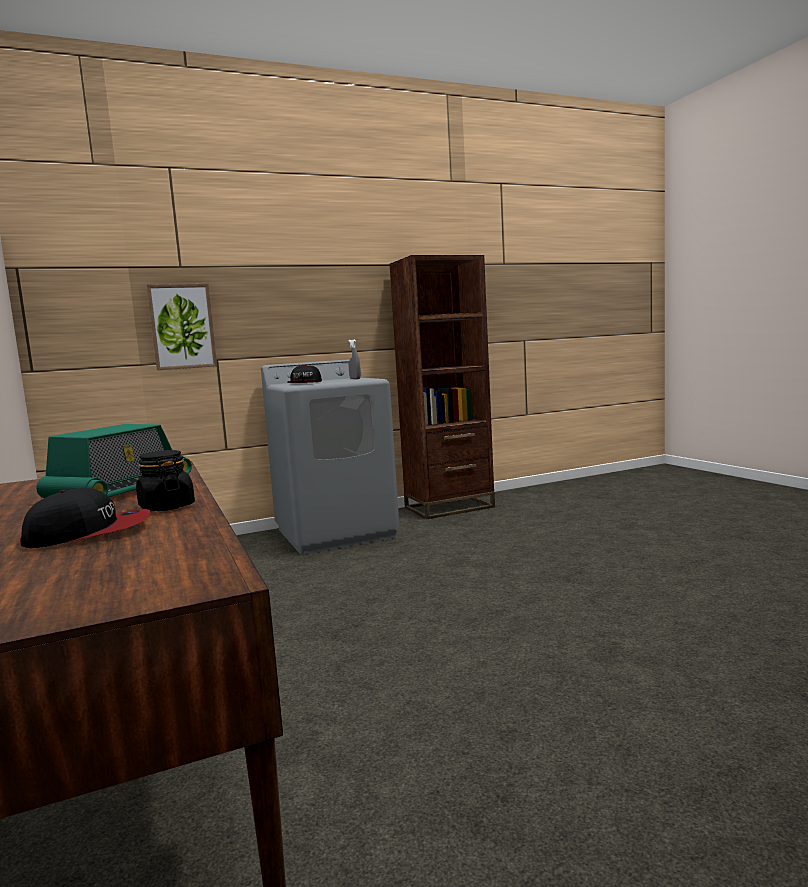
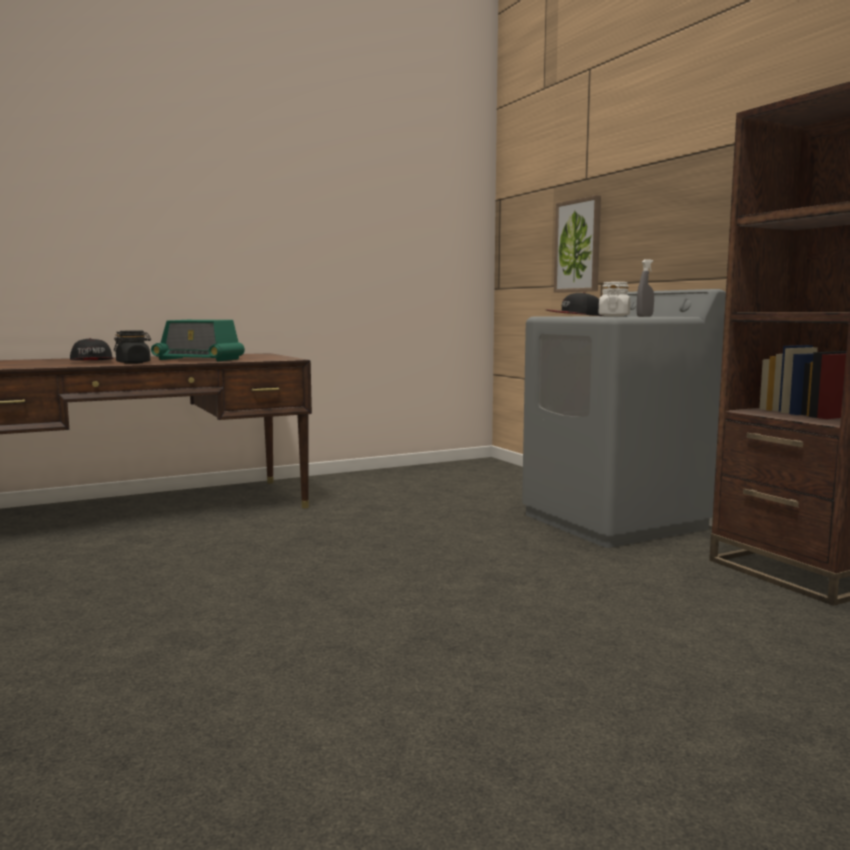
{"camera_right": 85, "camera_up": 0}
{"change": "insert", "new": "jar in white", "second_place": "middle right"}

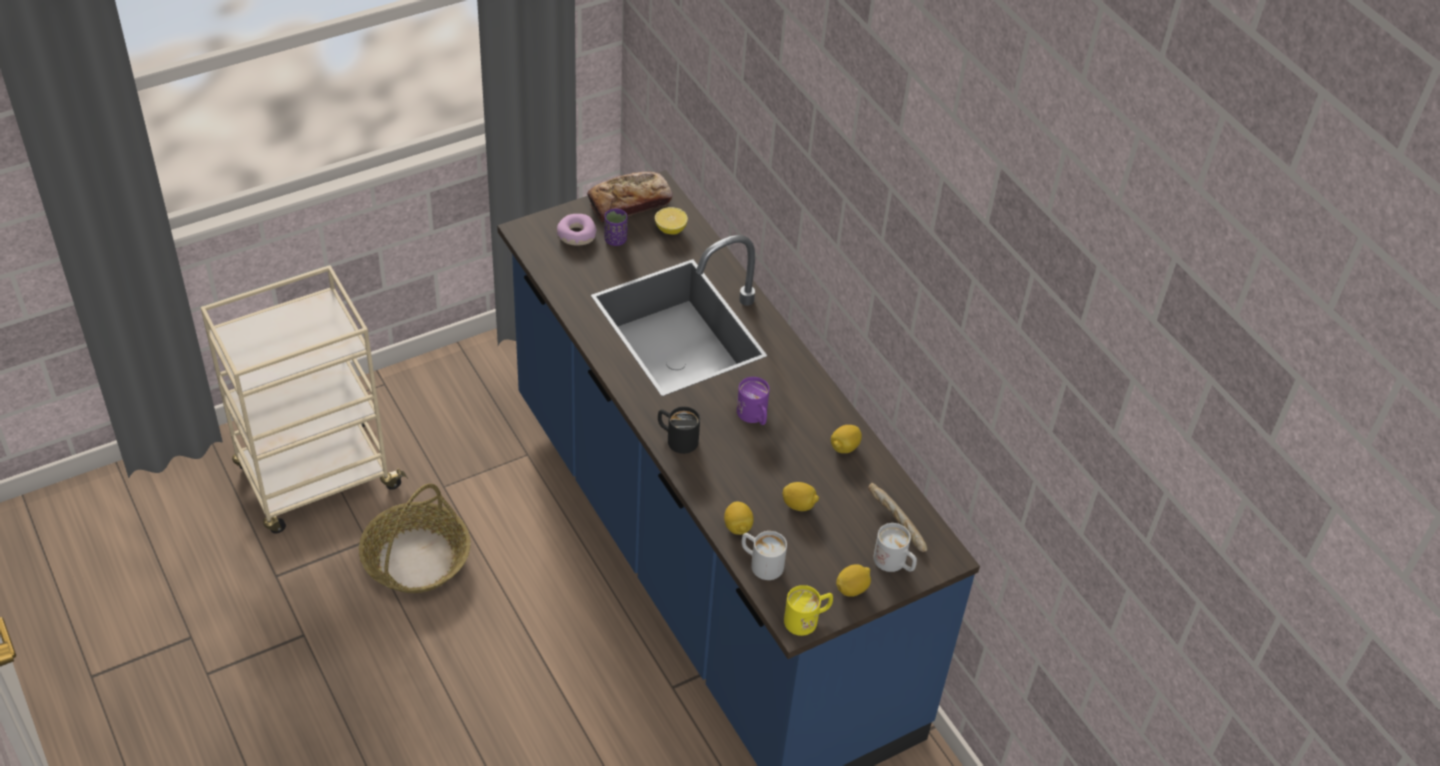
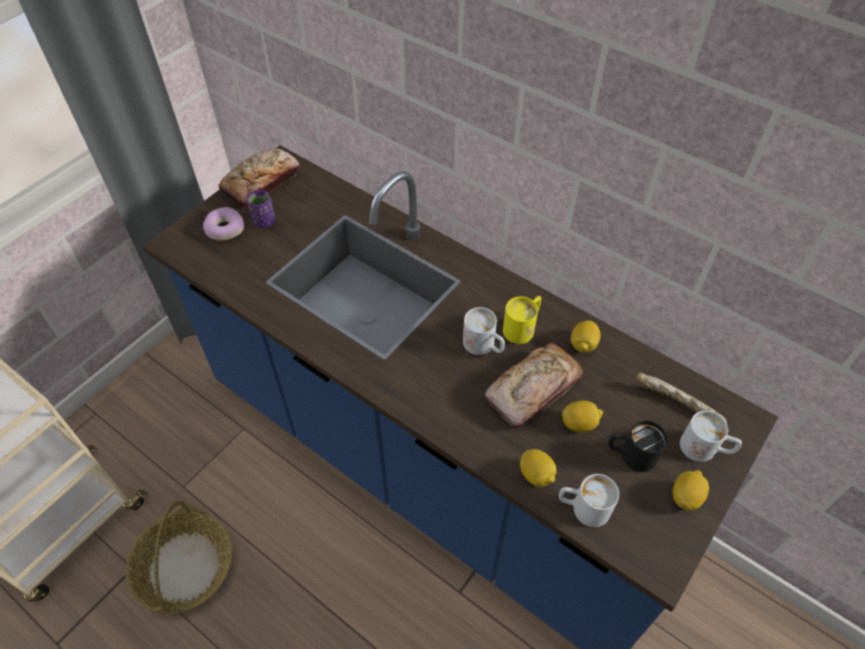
{"camera_right": -20, "camera_up": 5}
{"change": "delete", "old": "lemon (1st from left)", "first_place": "top centre"}
{"change": "recolor", "old": "mug in purple", "new": "mug in white (1st from left)", "first_place": "centre", "second_place": "centre"}
{"change": "move", "old": "mug in black", "first_place": "centre", "second_place": "bottom right"}
{"change": "move", "old": "mug in yellow", "first_place": "bottom centre", "second_place": "centre"}
{"change": "insert", "new": "bread (2nd from left)", "second_place": "centre"}

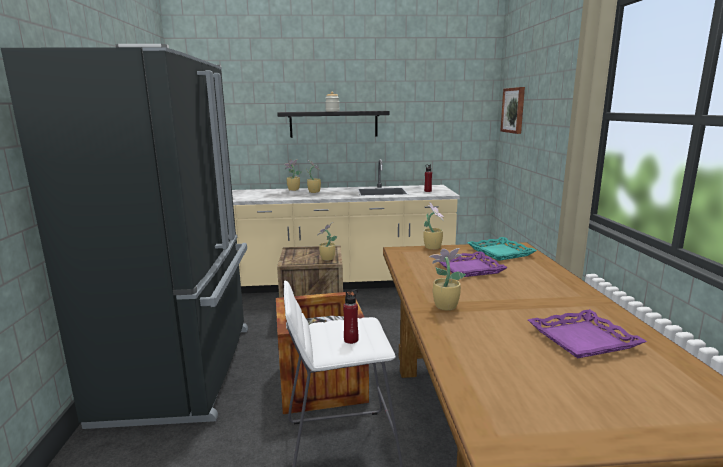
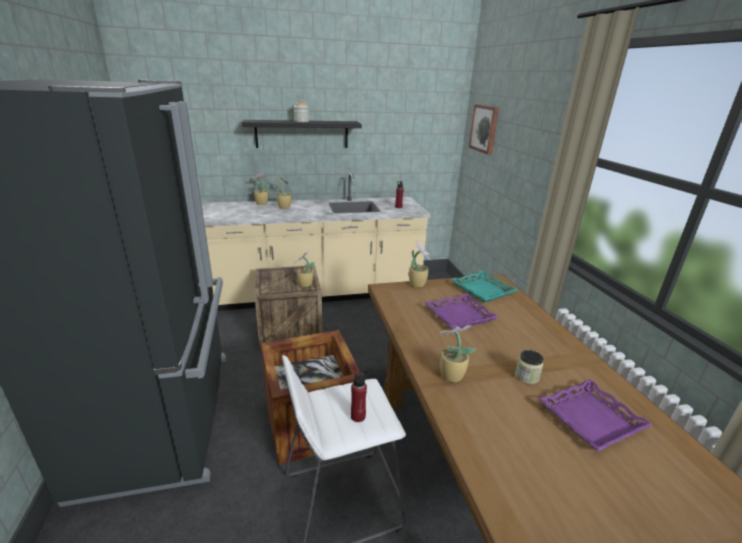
{"camera_right": -10, "camera_up": 10}
{"change": "insert", "new": "jar (2nd from left)", "second_place": "bottom right"}

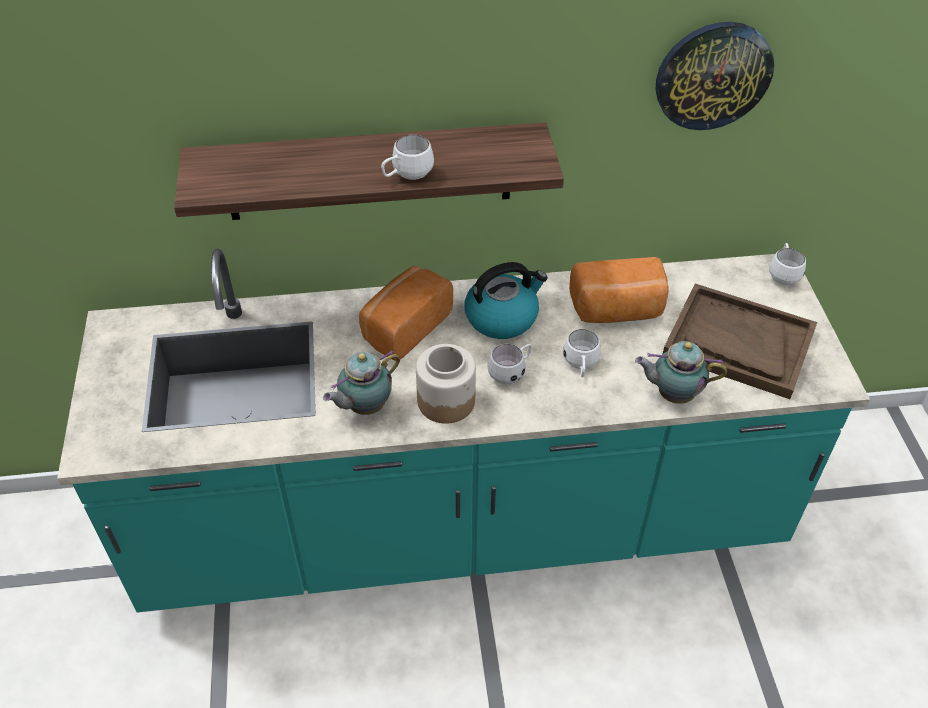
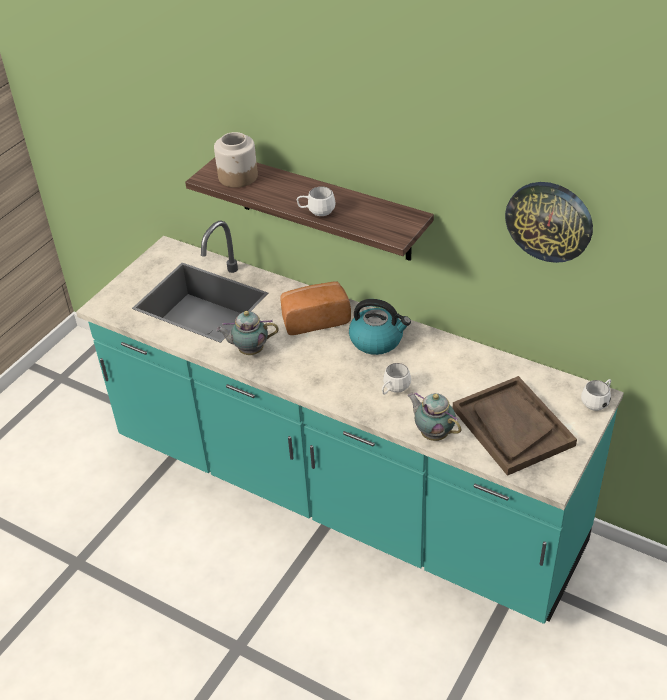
{"camera_right": 40, "camera_up": -5}
{"change": "delete", "old": "bread (2nd from left)", "first_place": "middle right"}
{"change": "move", "old": "jar", "first_place": "centre", "second_place": "top centre"}
{"change": "delete", "old": "mug in white (2nd from left)", "first_place": "centre"}

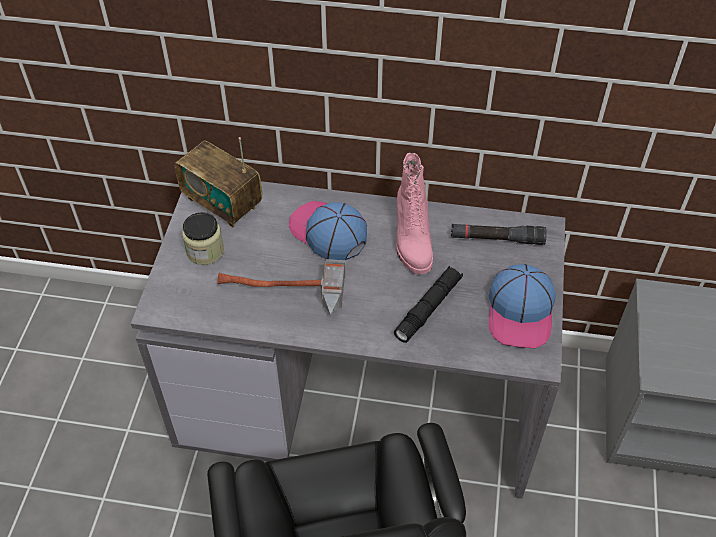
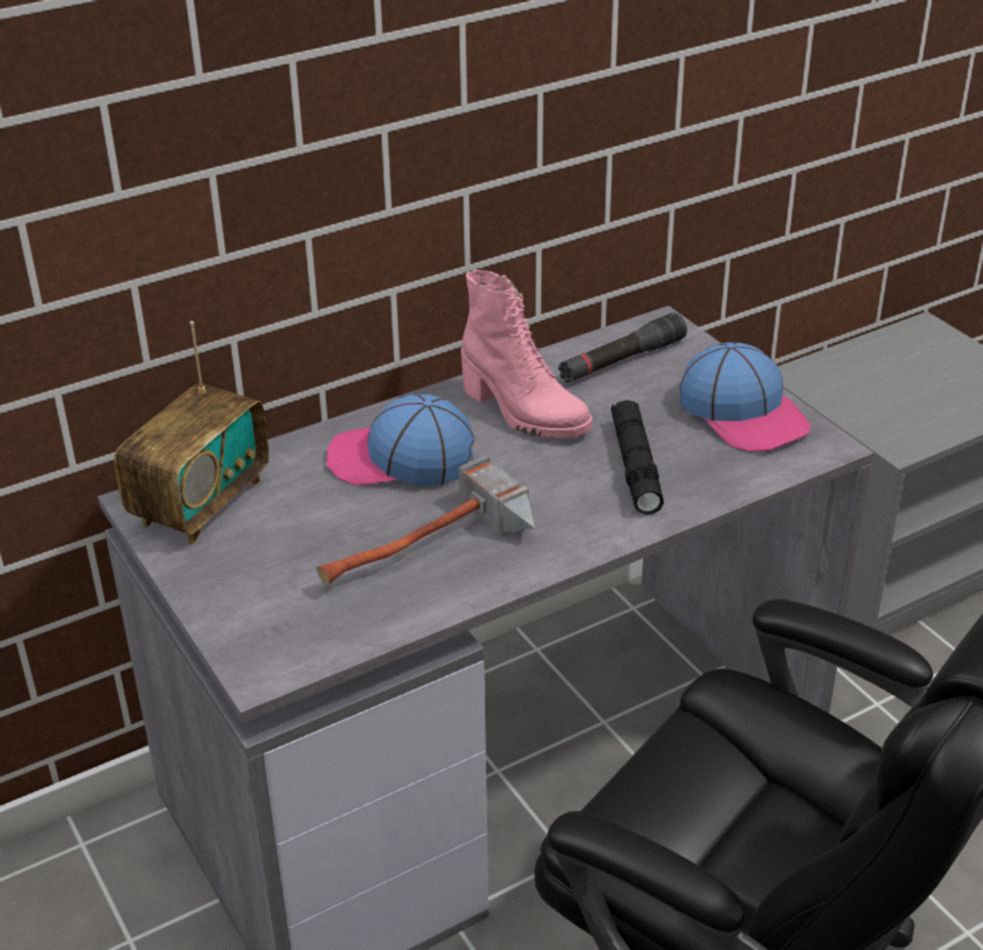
{"camera_right": -40, "camera_up": -15}
{"change": "rotate", "old": "radio", "first_place": "middle left", "second_place": "middle left", "degrees": -60}
{"change": "delete", "old": "jar", "first_place": "middle left"}

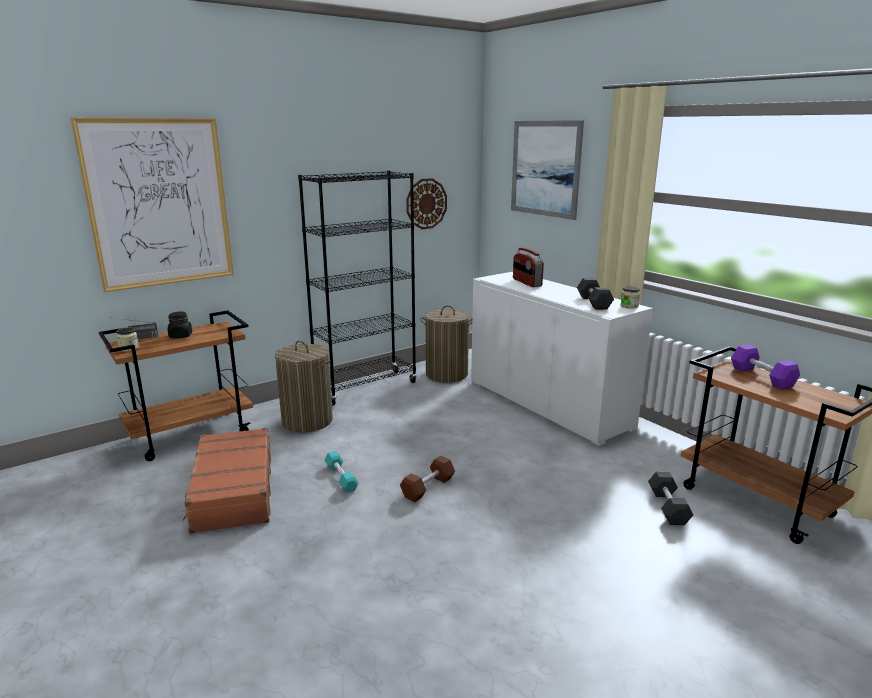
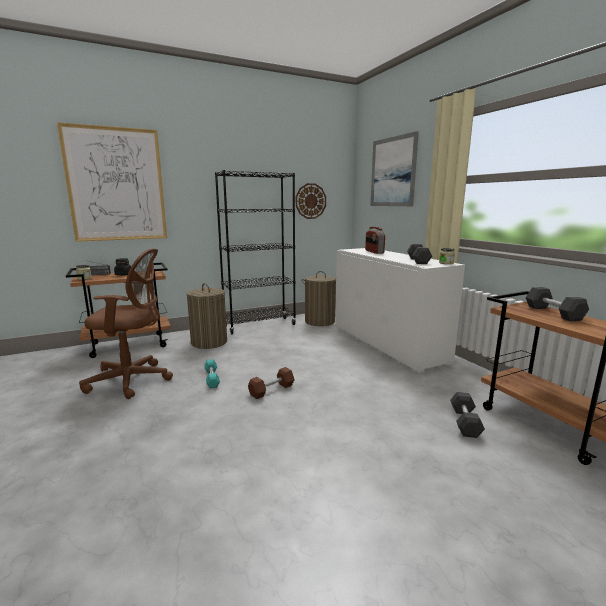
{"camera_right": 10, "camera_up": -5}
{"change": "recolor", "old": "dumbbell in purple", "new": "dumbbell in grey (3rd from left)", "first_place": "middle right", "second_place": "middle right"}
{"change": "replace", "old": "suitcase in brown", "new": "office chair in brown", "first_place": "bottom left", "second_place": "middle left"}

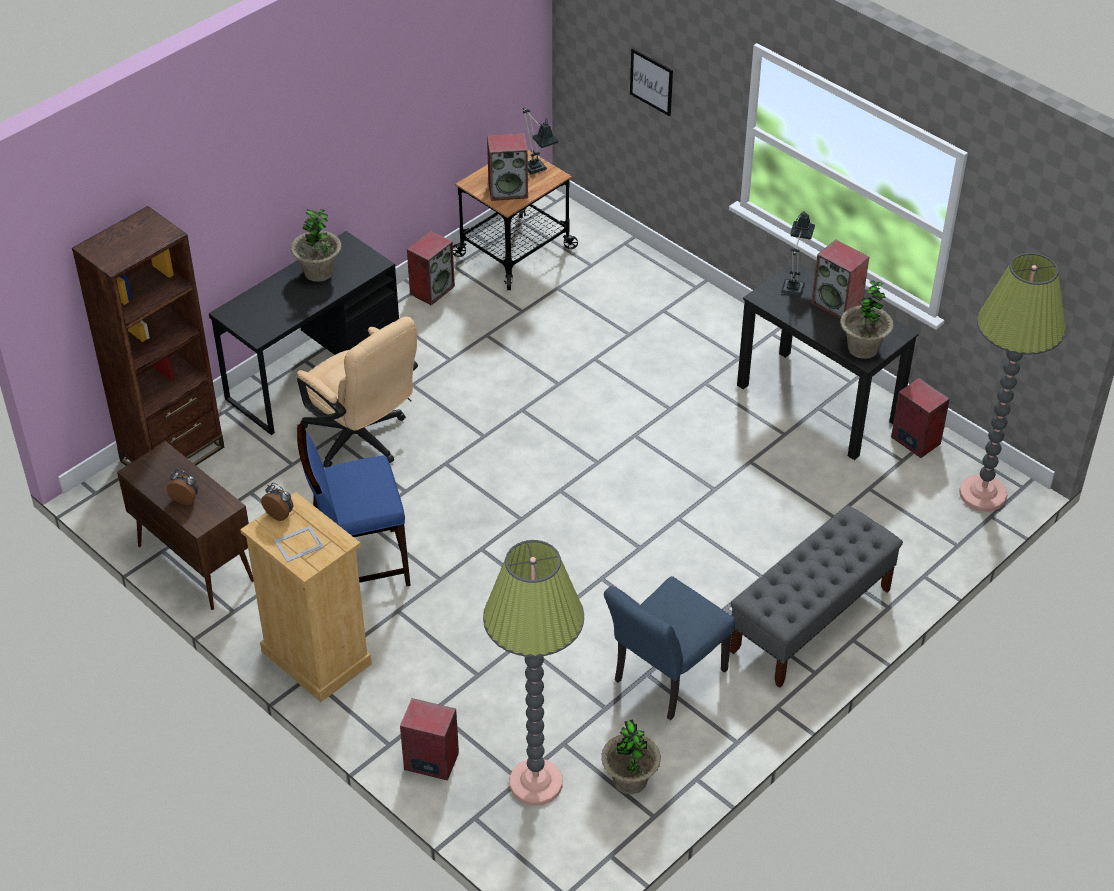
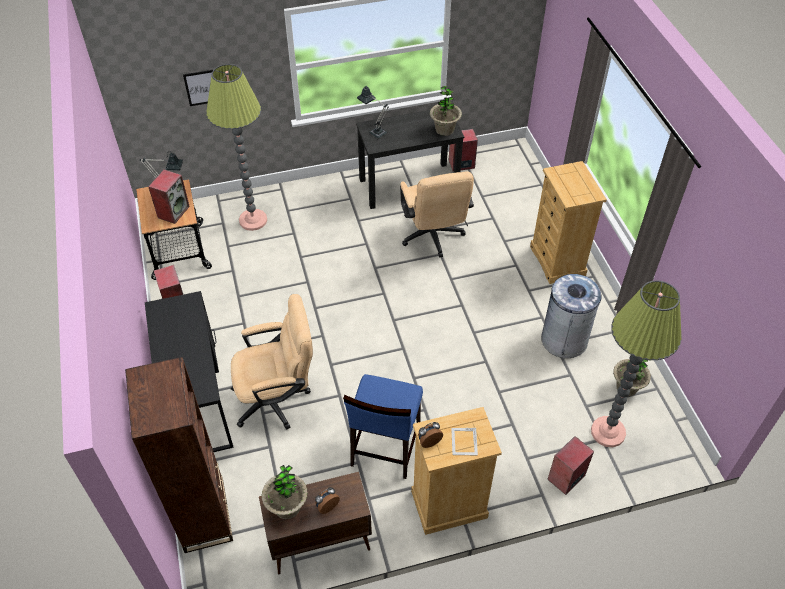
{"camera_right": -60, "camera_up": 5}
{"change": "move", "old": "potted plant (1st from left)", "first_place": "top left", "second_place": "bottom centre"}
{"change": "delete", "old": "speaker (4th from left)", "first_place": "top right"}
{"change": "move", "old": "floor lamp (2nd from left in the first image)", "new": "floor lamp (1st from left)", "first_place": "middle right", "second_place": "top left"}
{"change": "replace", "old": "bench in grey", "new": "dresser in beige (2nd from left)", "first_place": "bottom right", "second_place": "middle right"}
{"change": "replace", "old": "chair in blue (2nd from left)", "new": "trash can in grey", "first_place": "bottom centre", "second_place": "middle right"}
{"change": "insert", "new": "office chair in beige (2nd from left)", "second_place": "centre"}

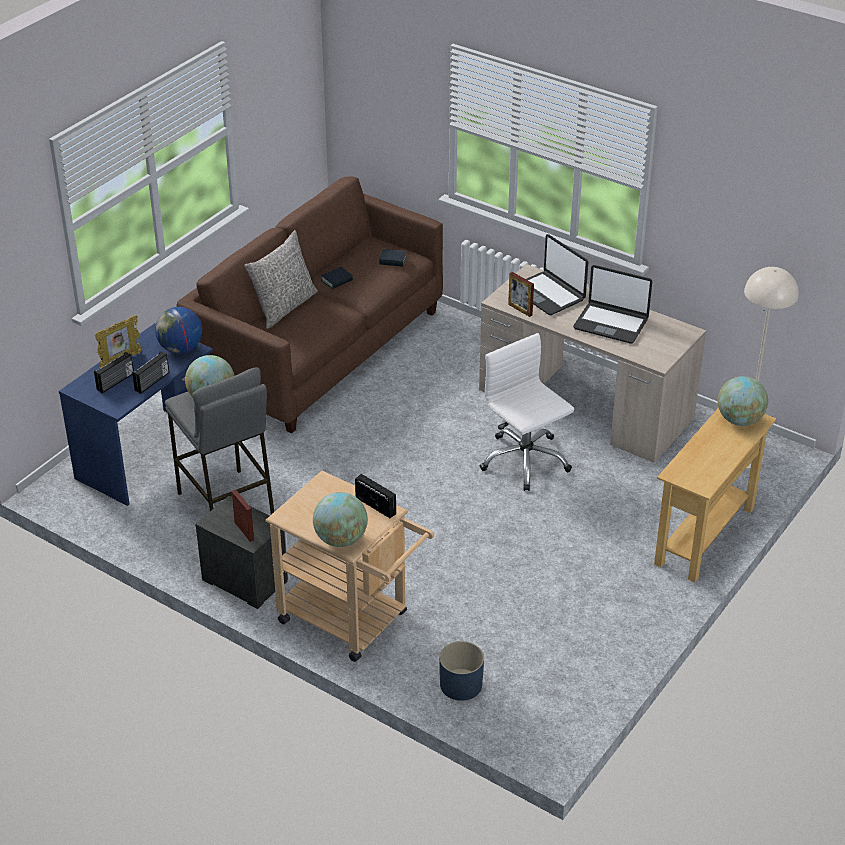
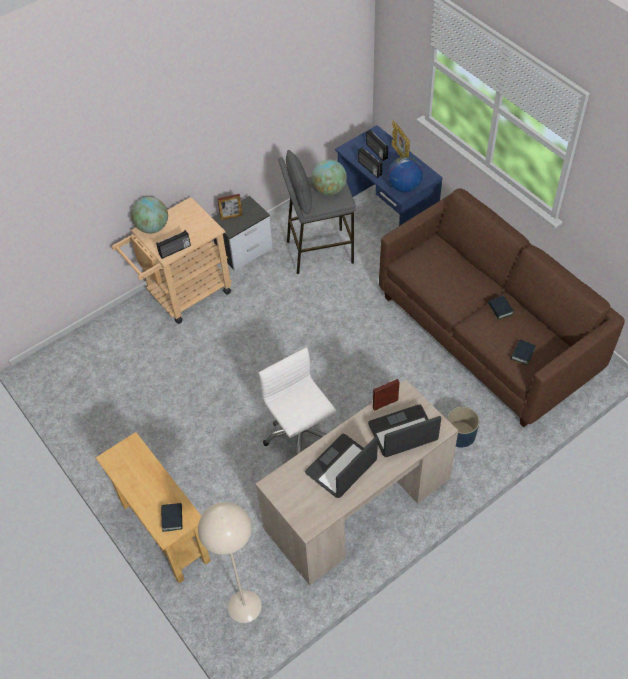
{"camera_right": 110, "camera_up": 15}
{"change": "delete", "old": "pillow in grey", "first_place": "top left"}
{"change": "rotate", "old": "office chair in white", "first_place": "centre", "second_place": "centre", "degrees": -105}
{"change": "replace", "old": "globe (4th from left)", "new": "book (1st from left)", "first_place": "middle right", "second_place": "bottom left"}
{"change": "move", "old": "planter in blue", "first_place": "bottom centre", "second_place": "middle right"}

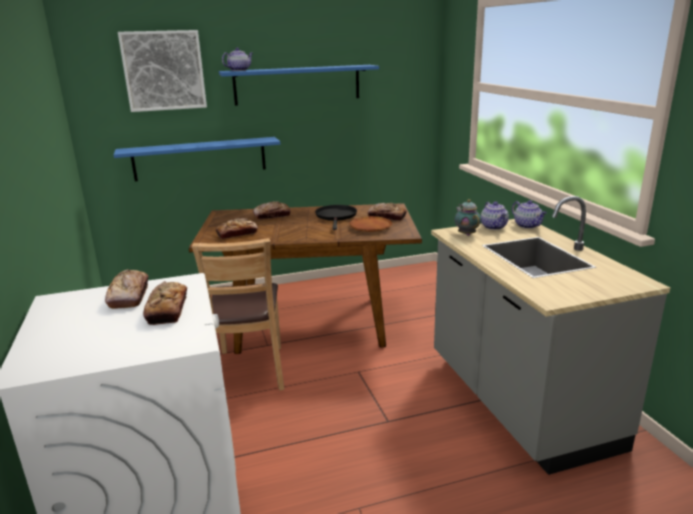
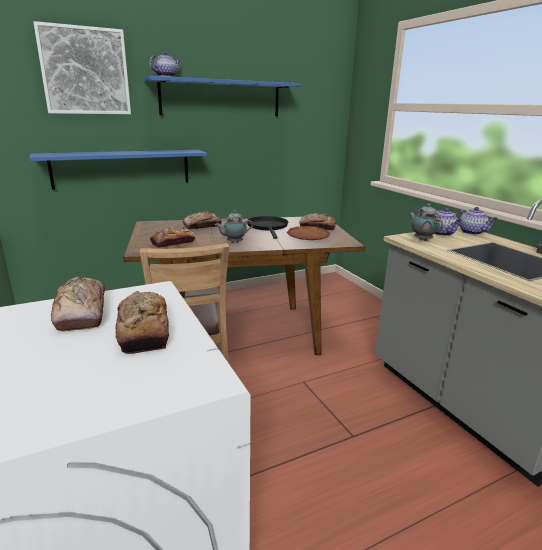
{"camera_right": -10, "camera_up": 0}
{"change": "insert", "new": "teapot (2nd from left)", "second_place": "centre"}

